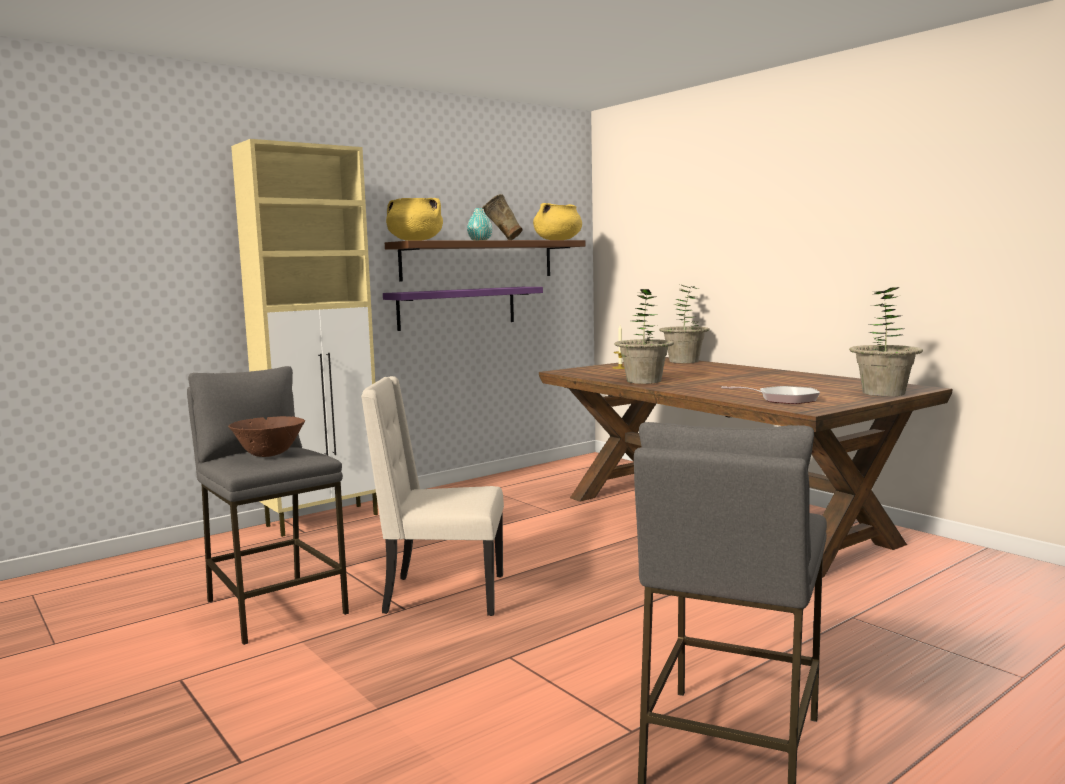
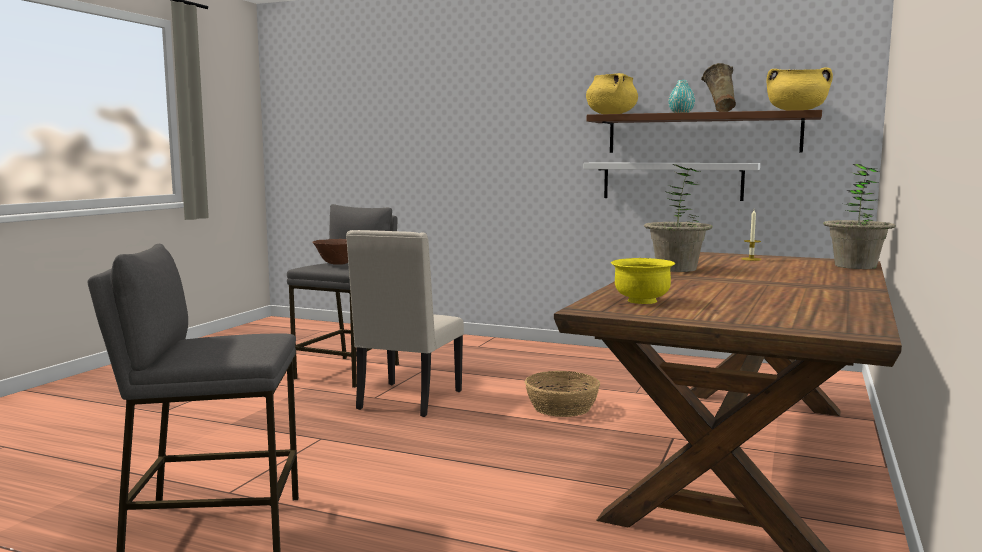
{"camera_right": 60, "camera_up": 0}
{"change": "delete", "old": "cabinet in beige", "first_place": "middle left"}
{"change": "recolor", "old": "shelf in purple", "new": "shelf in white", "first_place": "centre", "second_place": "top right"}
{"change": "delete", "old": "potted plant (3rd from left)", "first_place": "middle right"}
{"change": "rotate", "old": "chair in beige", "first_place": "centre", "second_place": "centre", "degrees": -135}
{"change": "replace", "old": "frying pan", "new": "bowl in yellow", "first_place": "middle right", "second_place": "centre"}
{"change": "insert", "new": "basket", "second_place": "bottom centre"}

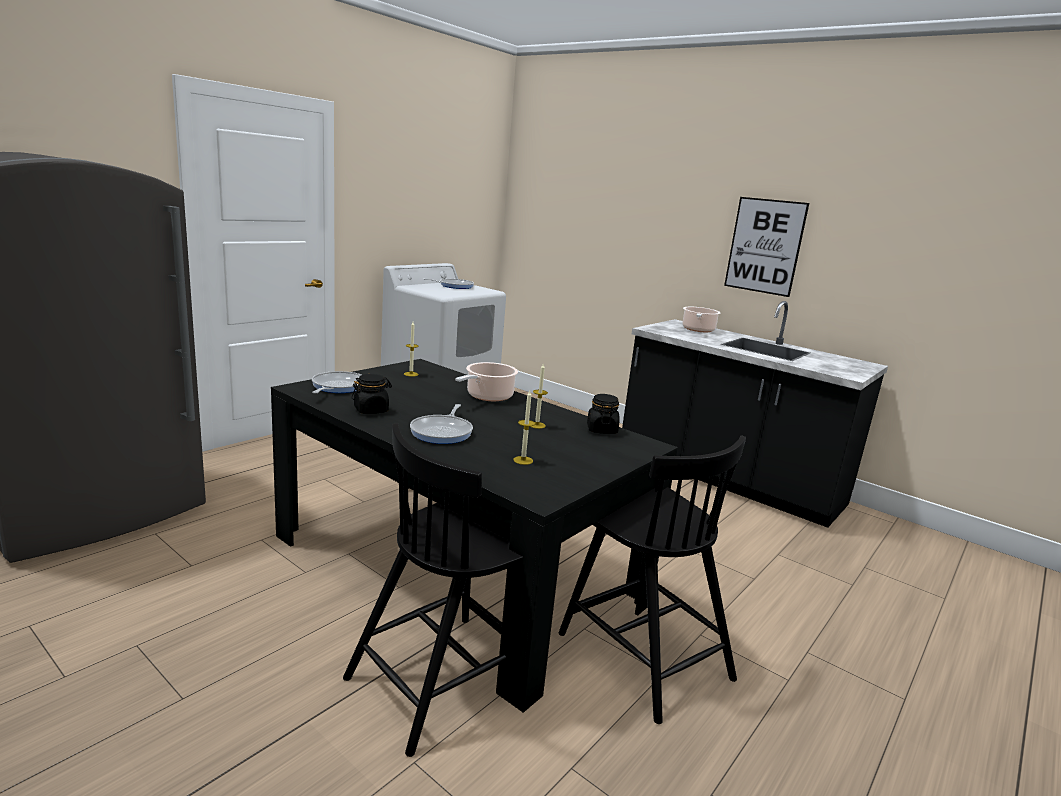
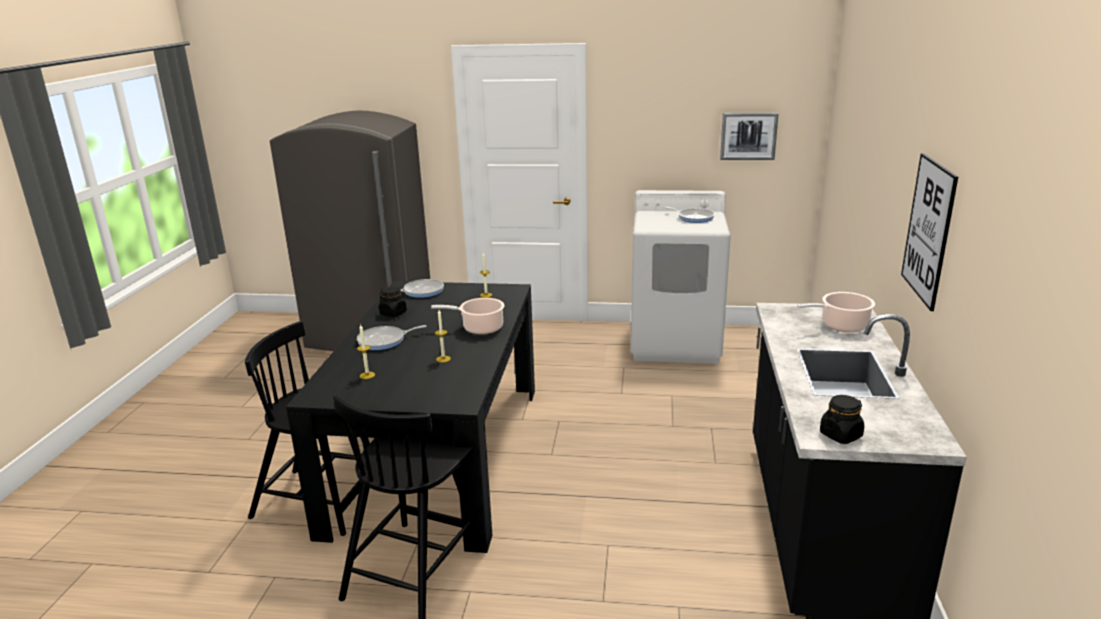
{"camera_right": 60, "camera_up": 5}
{"change": "move", "old": "jar in black (2nd from left)", "first_place": "centre", "second_place": "bottom right"}
{"change": "insert", "new": "picture (1st from left)", "second_place": "top right"}

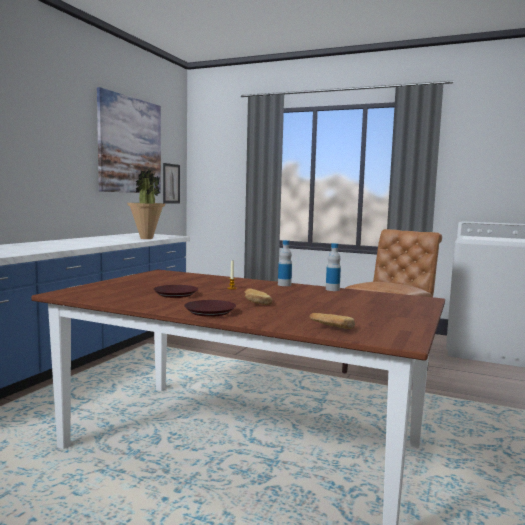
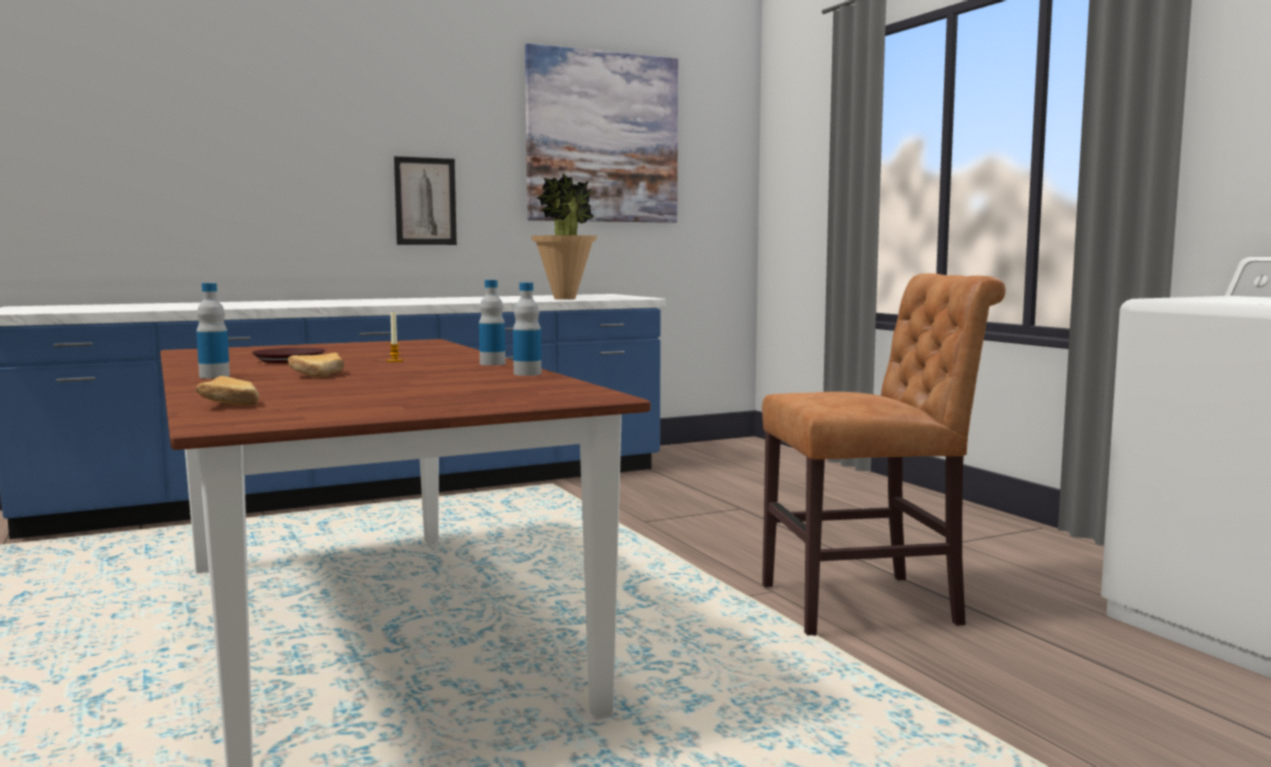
{"camera_right": 40, "camera_up": 0}
{"change": "move", "old": "picture (2nd from left in the first image)", "new": "picture (1st from left)", "first_place": "middle left", "second_place": "top centre"}
{"change": "replace", "old": "plate in brown (2nd from left)", "new": "bottle (1st from left)", "first_place": "centre", "second_place": "middle left"}

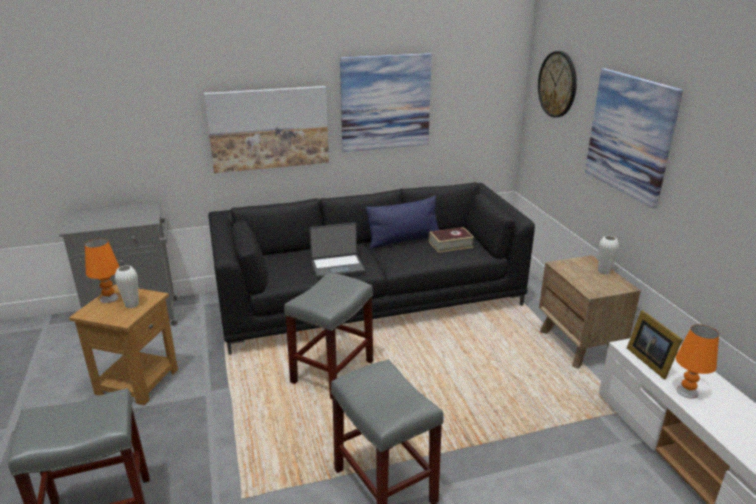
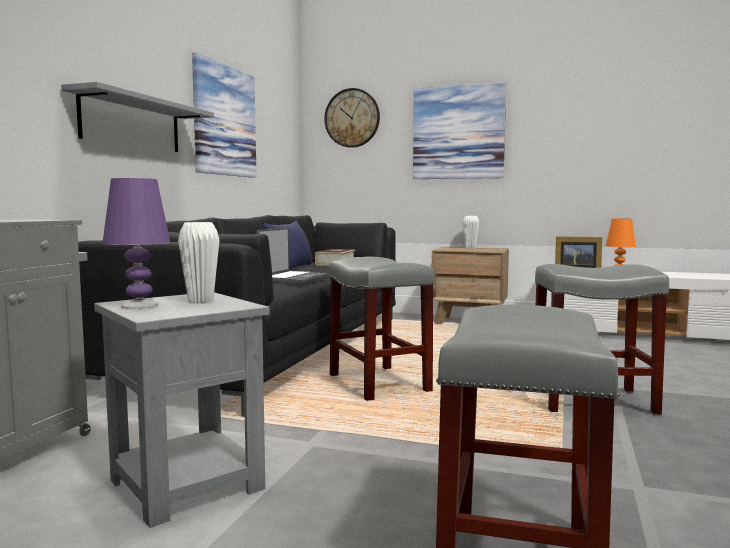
{"camera_right": -55, "camera_up": -20}
{"change": "replace", "old": "picture (1st from left)", "new": "shelf in grey", "first_place": "top centre", "second_place": "top left"}
{"change": "recolor", "old": "table lamp in orange (1st from left)", "new": "table lamp in purple", "first_place": "middle left", "second_place": "middle left"}
{"change": "recolor", "old": "side table in brown", "new": "side table in grey", "first_place": "bottom left", "second_place": "bottom left"}

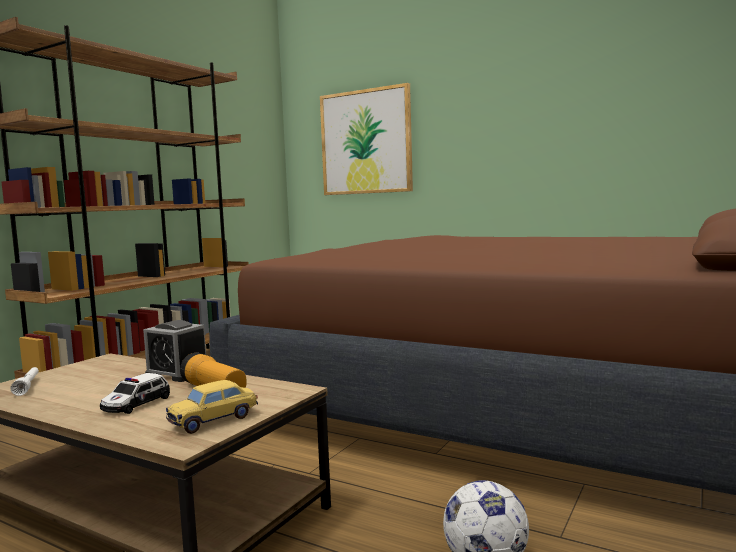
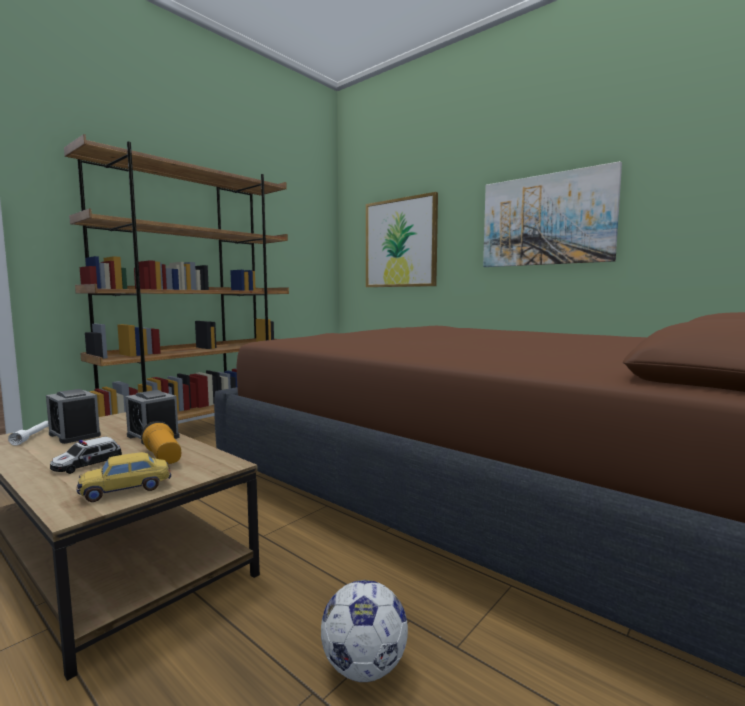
{"camera_right": 10, "camera_up": 0}
{"change": "insert", "new": "picture (2nd from left)", "second_place": "top right"}
{"change": "insert", "new": "alarm clock (1st from left)", "second_place": "middle left"}

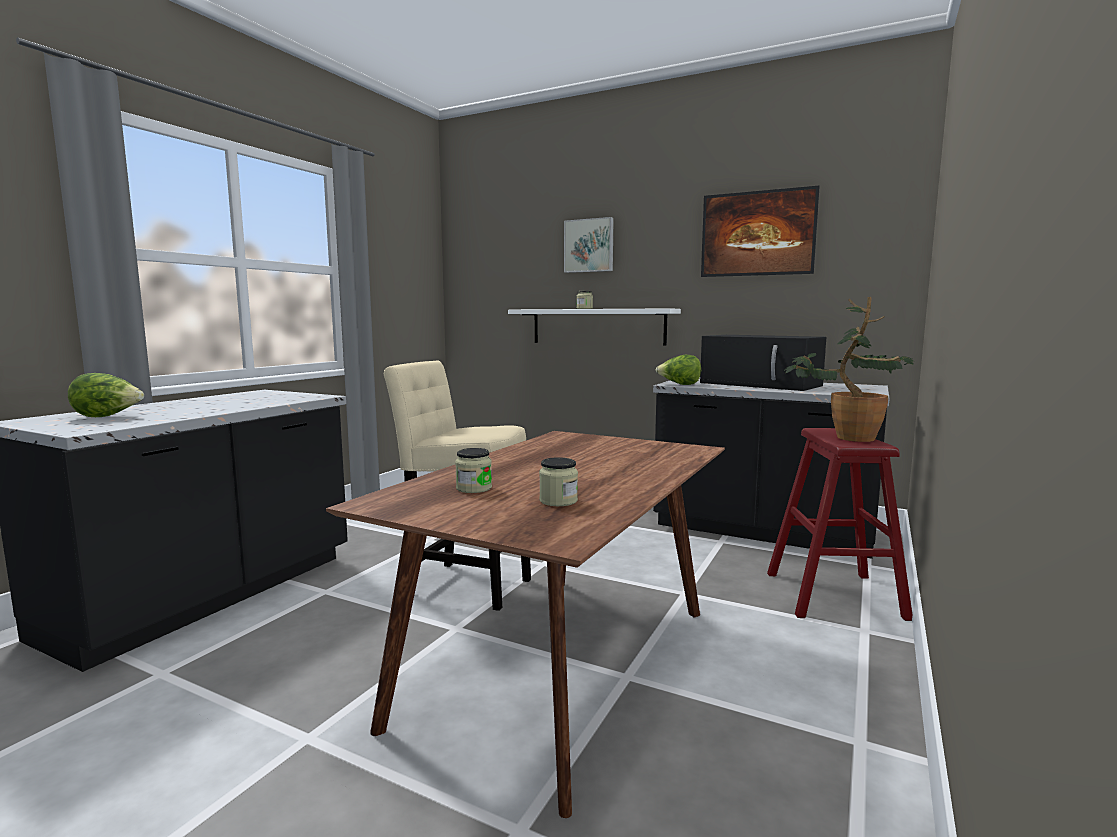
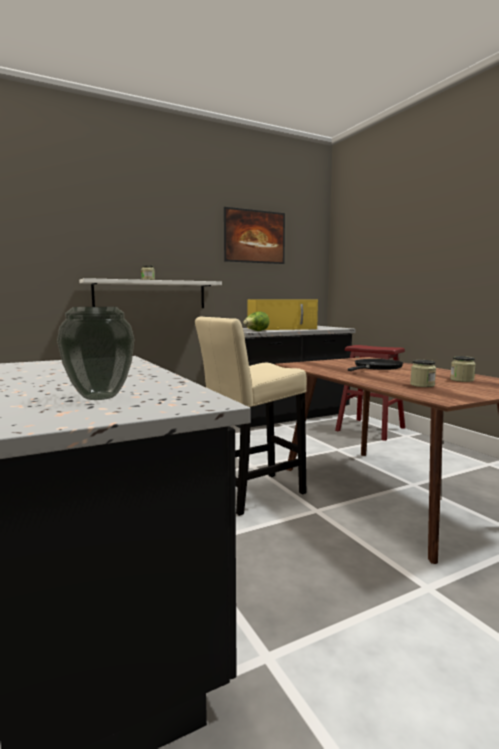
{"camera_right": -55, "camera_up": 0}
{"change": "delete", "old": "picture (1st from left)", "first_place": "top centre"}
{"change": "delete", "old": "potted plant", "first_place": "middle right"}
{"change": "recolor", "old": "microwave in black", "new": "microwave in yellow", "first_place": "middle right", "second_place": "centre"}
{"change": "replace", "old": "lettuce (1st from left)", "new": "vase", "first_place": "middle left", "second_place": "middle left"}
{"change": "insert", "new": "frying pan in black", "second_place": "middle right"}

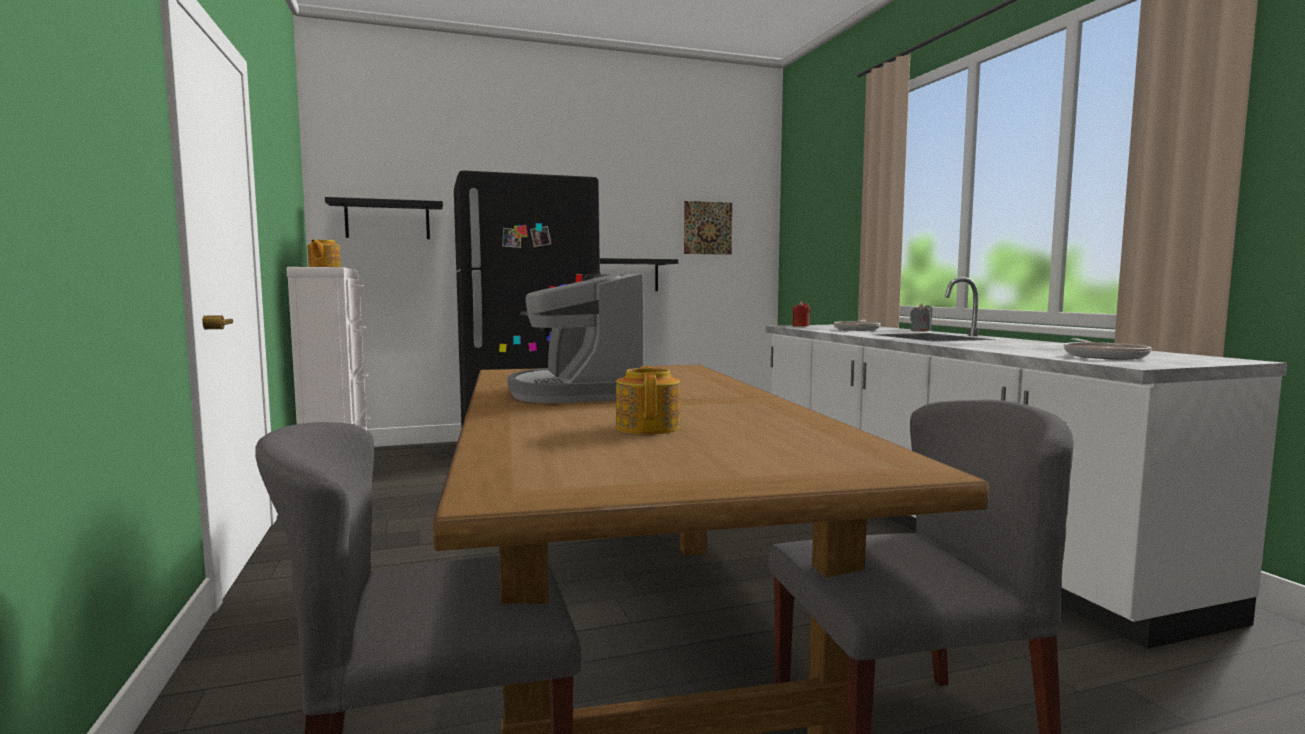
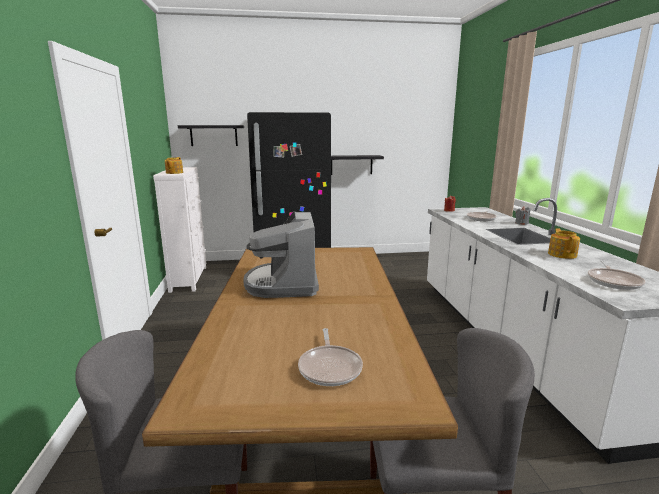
{"camera_right": 10, "camera_up": 10}
{"change": "delete", "old": "picture", "first_place": "top centre"}
{"change": "move", "old": "teapot (2nd from left)", "first_place": "centre", "second_place": "middle right"}
{"change": "insert", "new": "frying pan (1st from left)", "second_place": "bottom centre"}

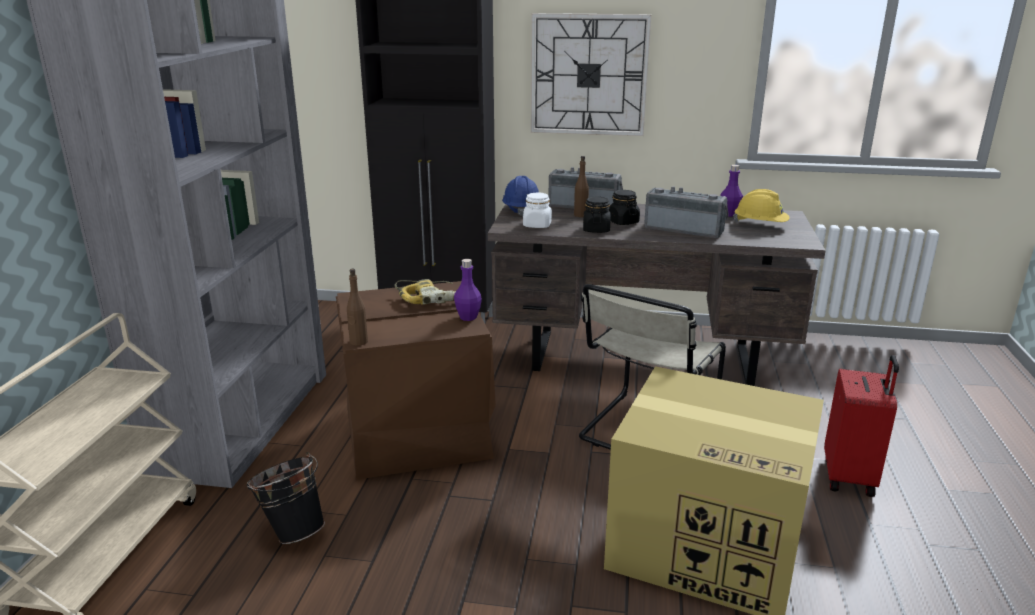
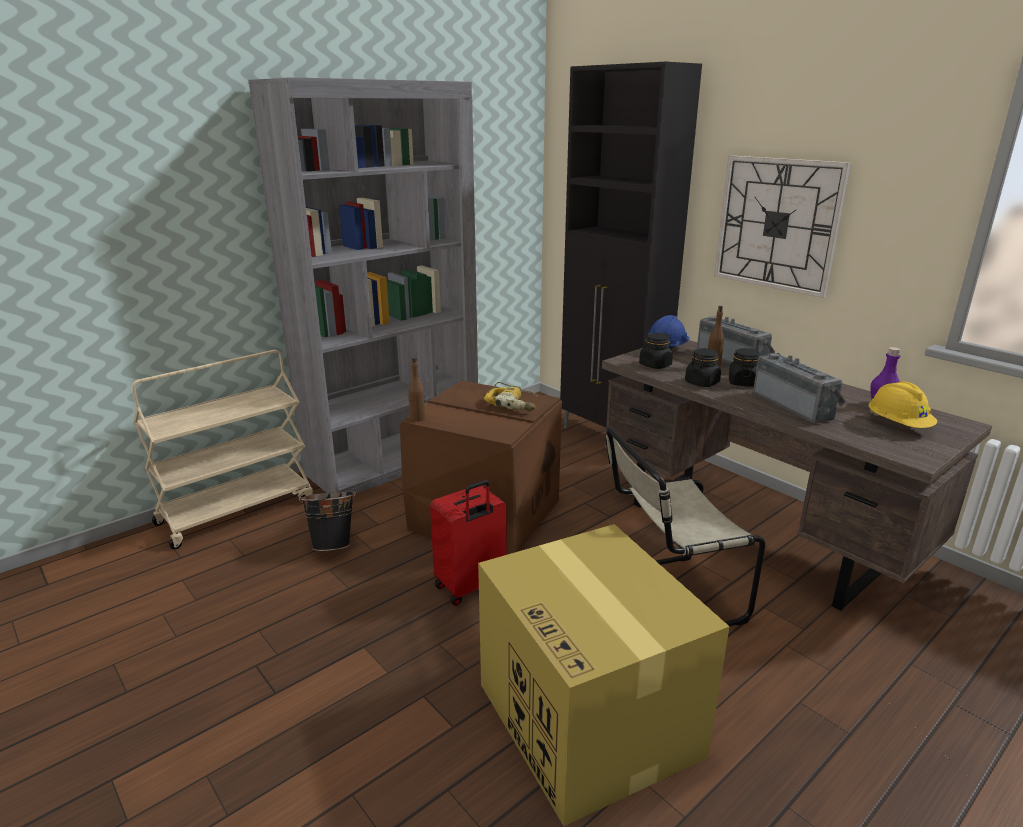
{"camera_right": 40, "camera_up": 0}
{"change": "recolor", "old": "jar in white", "new": "jar in black (1st from left)", "first_place": "centre", "second_place": "centre"}
{"change": "delete", "old": "bottle in purple (1st from left)", "first_place": "centre"}
{"change": "move", "old": "suitcase in red", "first_place": "bottom right", "second_place": "centre"}

